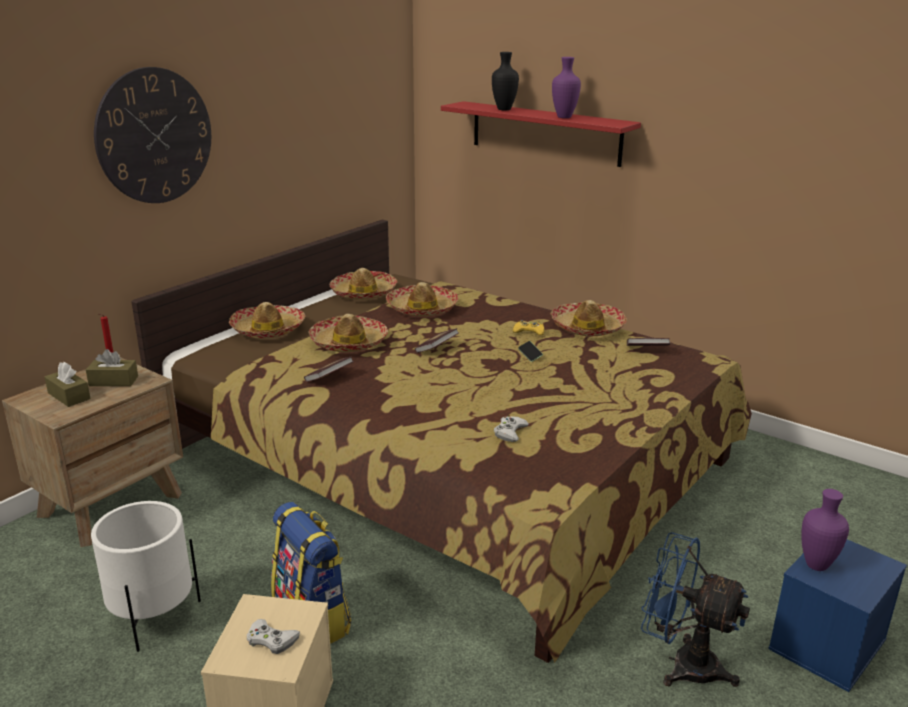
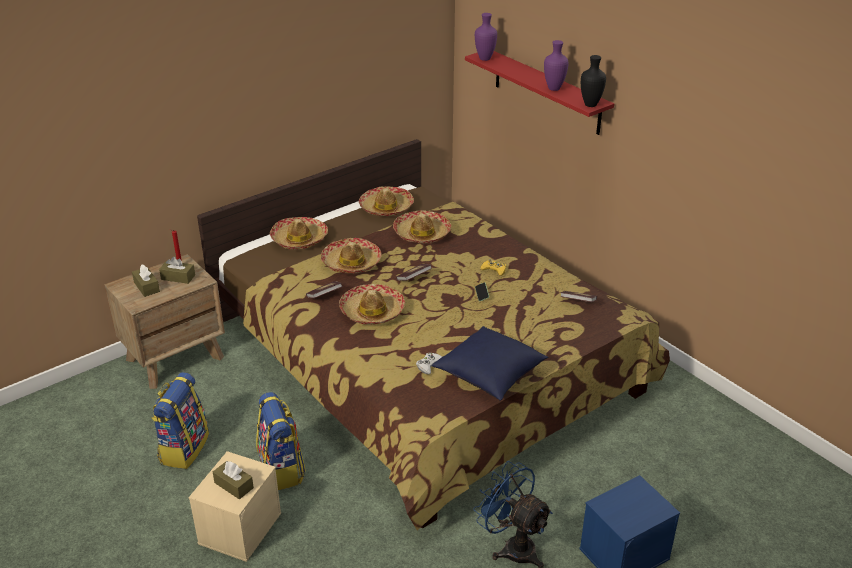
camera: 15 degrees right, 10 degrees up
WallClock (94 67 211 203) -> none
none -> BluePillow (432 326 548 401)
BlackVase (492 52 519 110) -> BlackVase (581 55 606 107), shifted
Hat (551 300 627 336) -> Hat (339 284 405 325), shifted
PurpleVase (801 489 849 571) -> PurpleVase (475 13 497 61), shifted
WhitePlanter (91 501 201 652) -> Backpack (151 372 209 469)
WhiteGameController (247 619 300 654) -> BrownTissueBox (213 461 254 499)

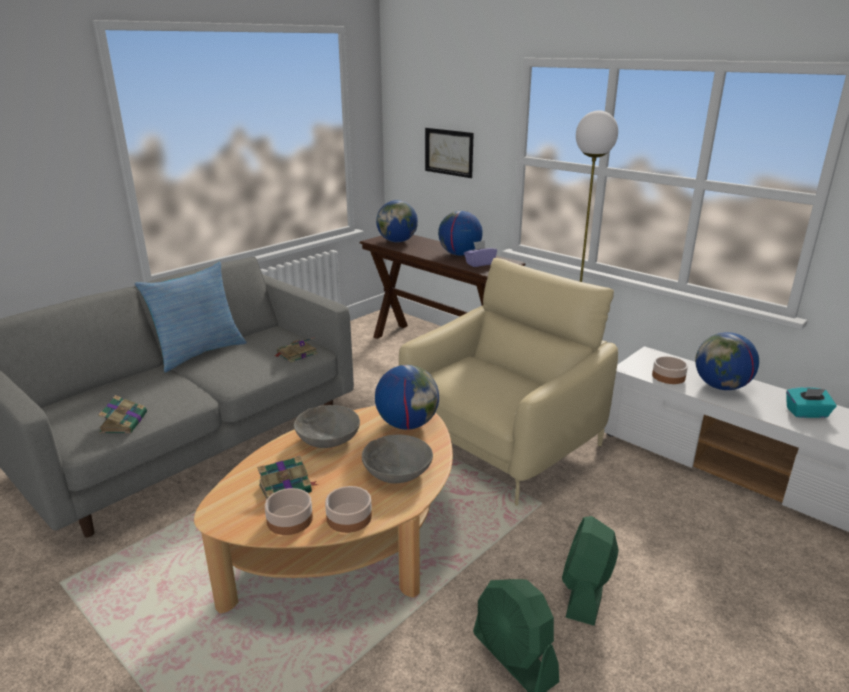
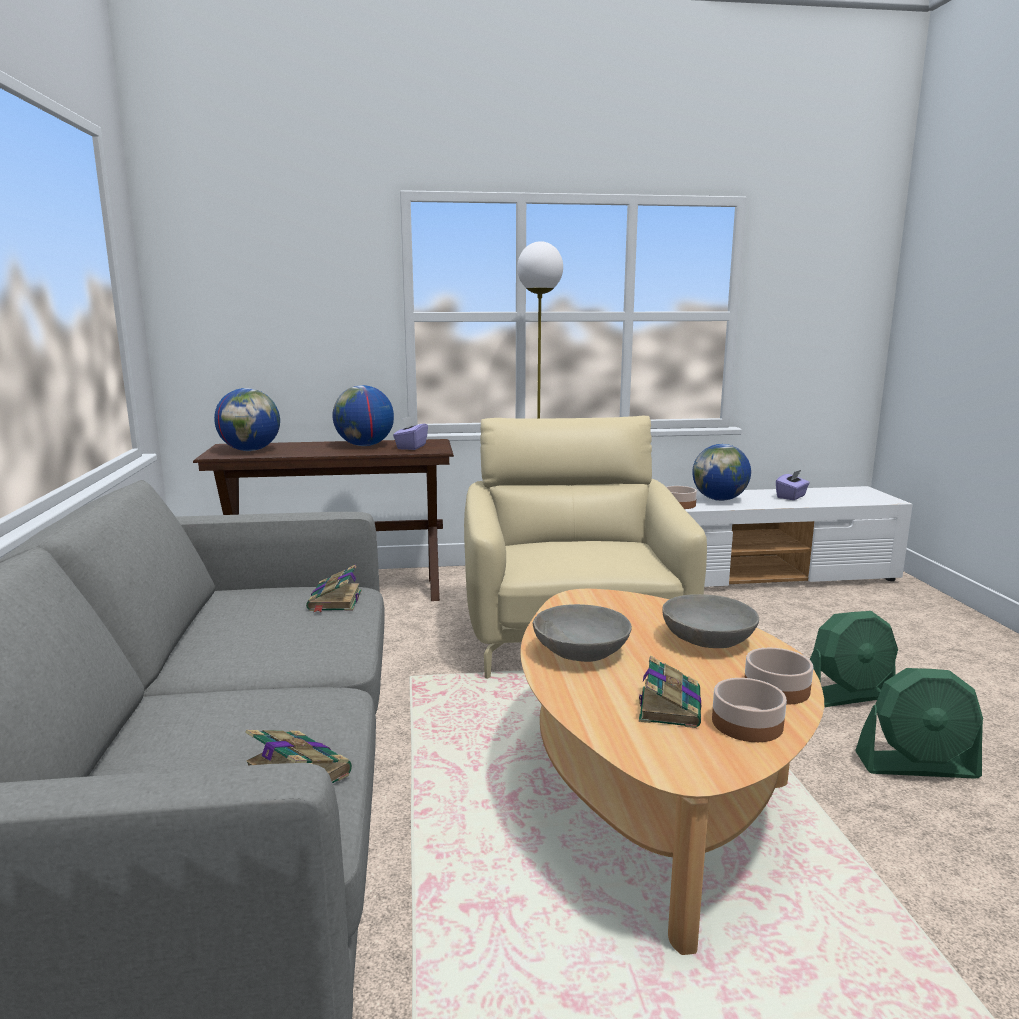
camera: 50 degrees left, 10 degrees down
Pillow (134 262 247 372) -> none
Globe (375 365 439 430) -> none
Picture (425 128 474 178) -> none
TurquoiseTissueBox (786 387 837 418) -> PurpleTissueBox (776 470 810 500)
GreenFan (562 516 619 625) -> GreenFan (809 611 898 707), 75 degrees counterclockwise

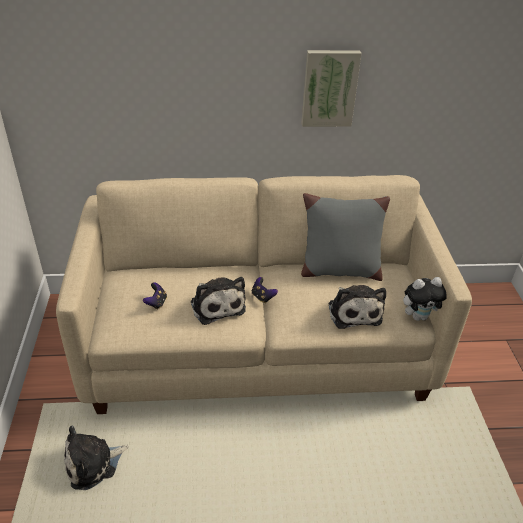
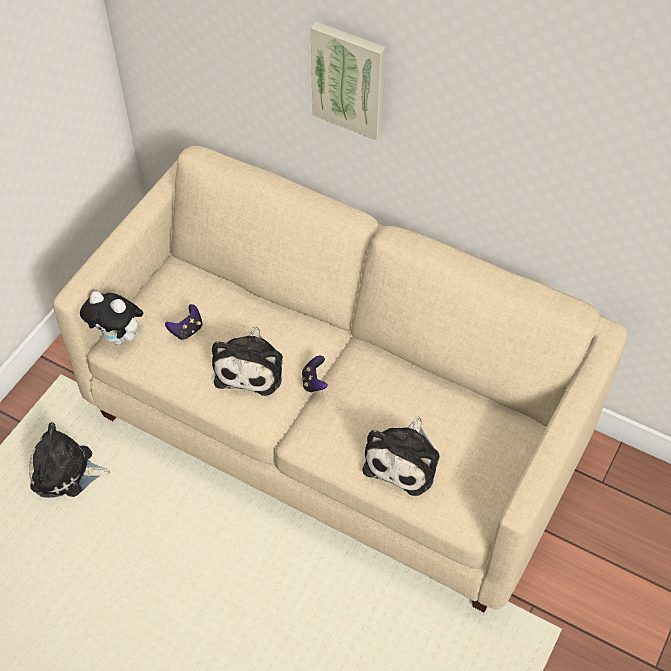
camera: 35 degrees right, 15 degrees up
GreyPillow (301 193 390 281) -> none
Picture (301 50 362 127) -> Picture (311 21 386 141), shifted
PlushToy (403 277 447 321) -> PlushToy (80 291 143 345), shifted

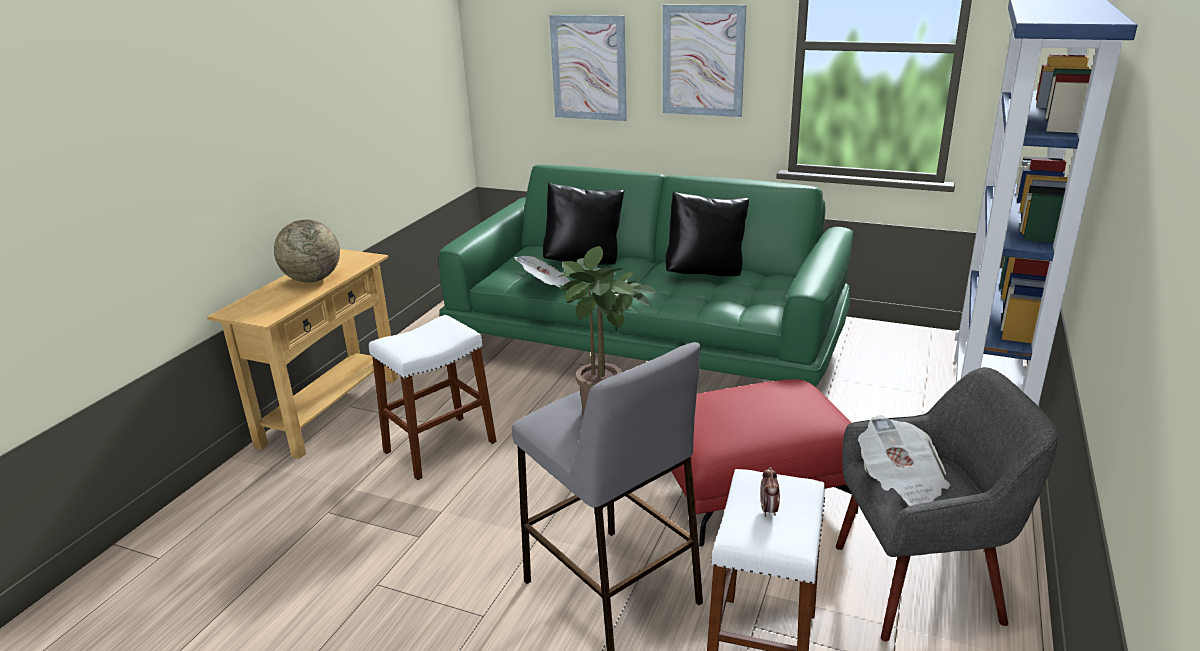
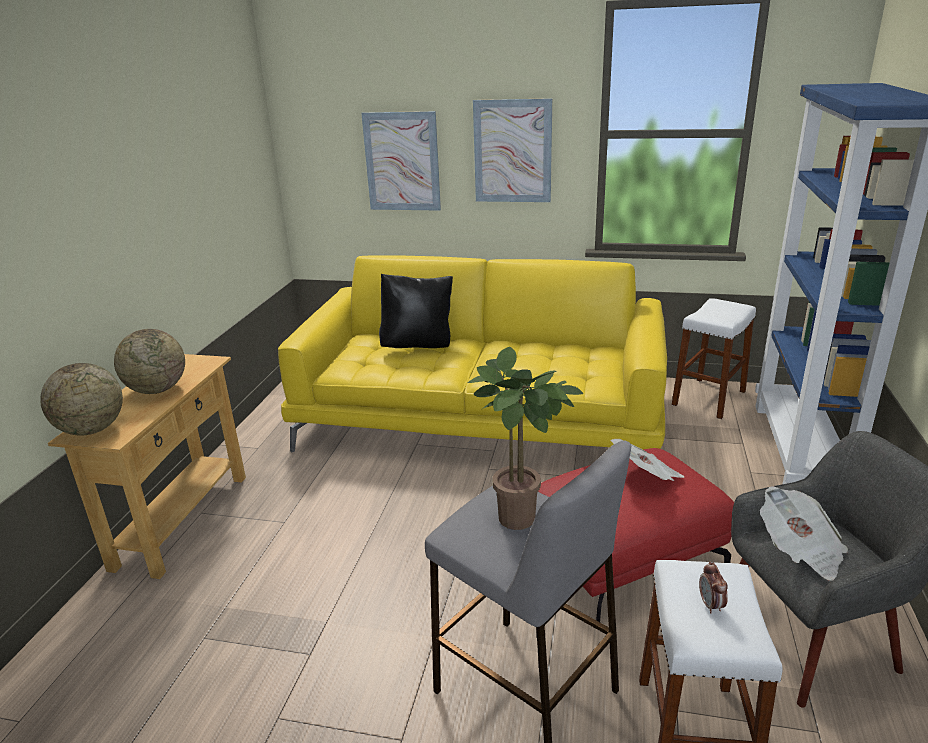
camera: 10 degrees left, 0 degrees up
BlackPillow (665 191 749 276) -> none
none -> Globe (40 363 123 435)
WhiteStool (369 315 497 480) -> WhiteStool (672 298 756 419), shifted
Newspaper (514 256 570 287) -> Newspaper (611 439 684 481), shifted
GreenSofa (439 165 853 386) -> YellowSofa (278 255 667 452)

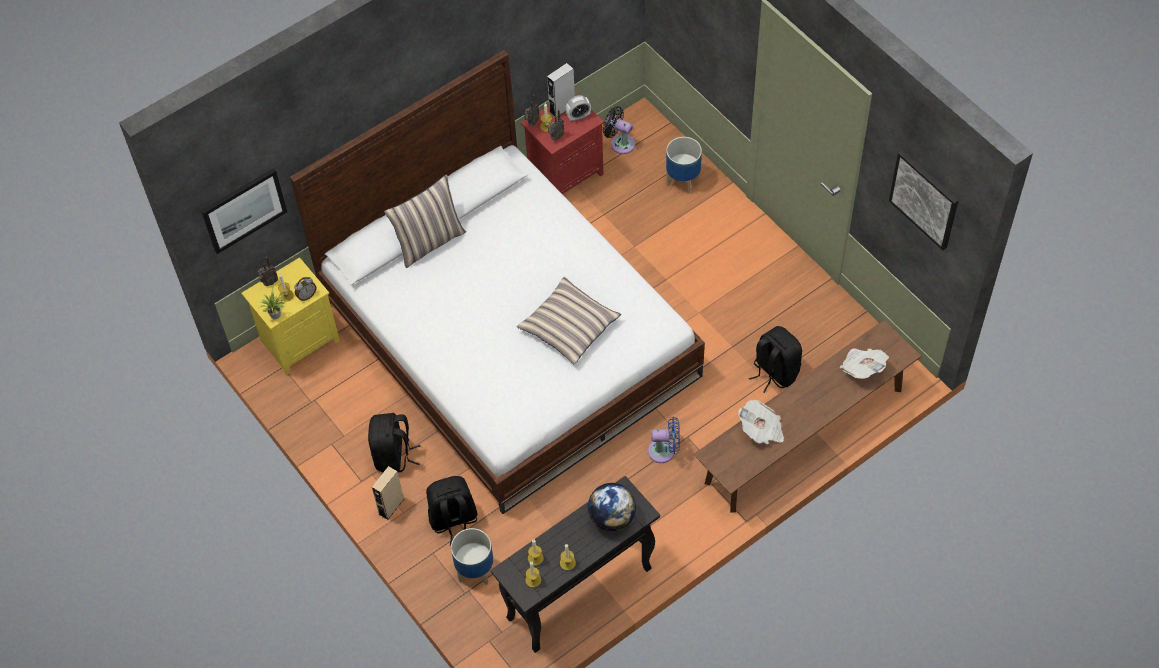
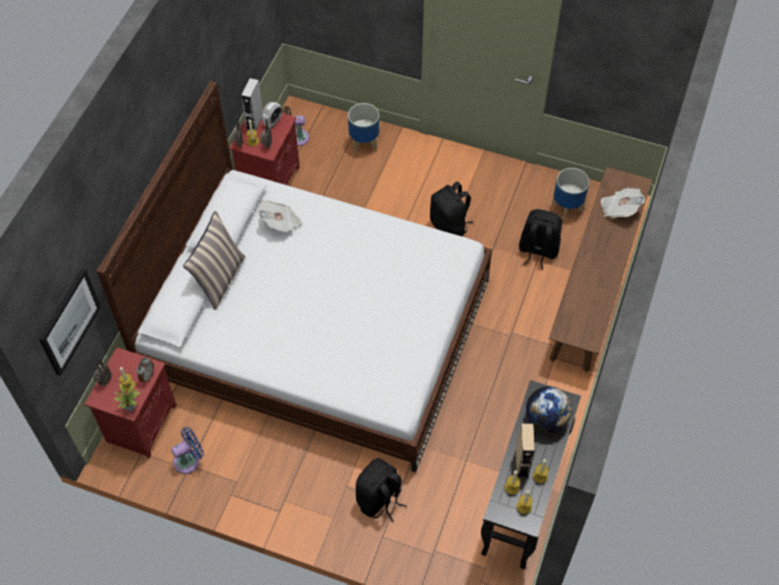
camera: 35 degrees left, 0 degrees up
Pillow (517 277 621 365) -> none
Picture (889 150 959 250) -> none
BlackBackpack (368 413 420 473) -> BlackBackpack (430 181 473 236), shifted
BeigeSpeaker (372 466 404 520) -> BeigeSpeaker (515 423 535 478), shifted
Planter (451 528 493 585) -> Planter (552 168 589 220), shifted
BlueFan (648 417 680 463) -> BlueFan (171 427 204 474), shifted
Newspaper (738 400 784 444) -> Newspaper (257 201 303 232), shifted
YellowNightstand (241 257 340 375) -> RedNightstand (84 347 177 458)

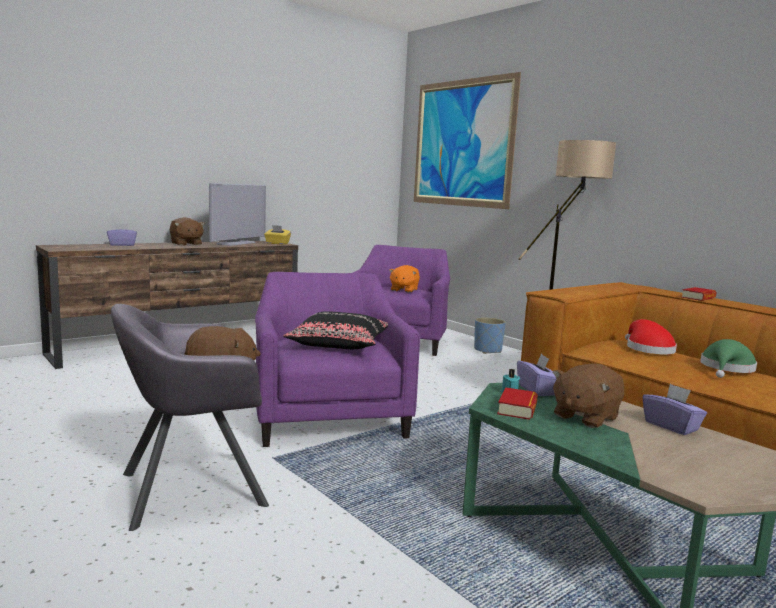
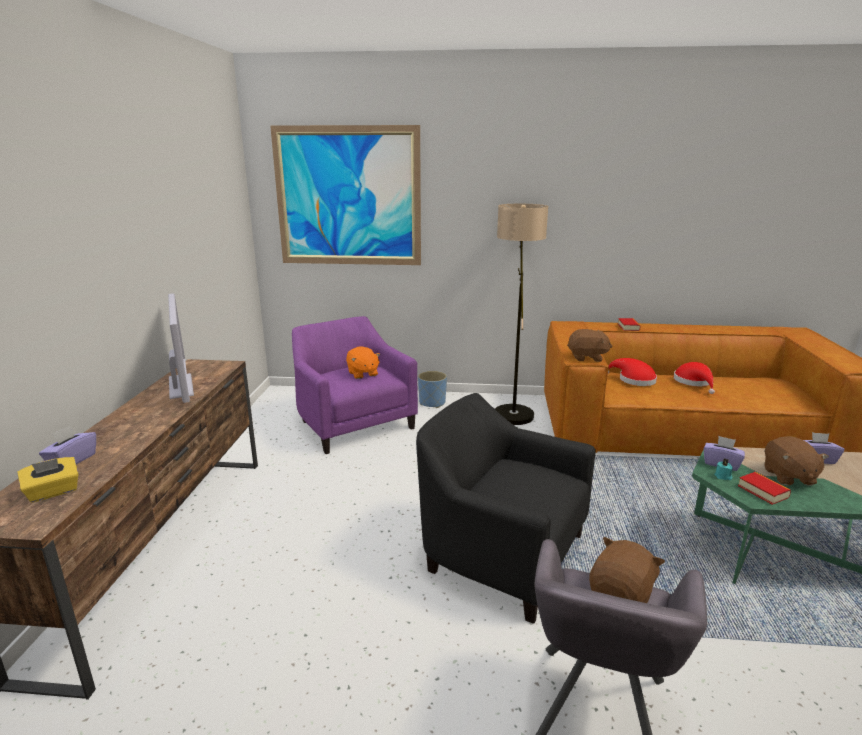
camera: 45 degrees left, 10 degrees up
BlackPillow (283 311 388 349) -> none
BrownPlushToy (170 217 205 246) -> BrownPlushToy (567 329 612 362), shifted
YellowTissueBox (264 225 291 245) -> YellowTissueBox (17 457 79 503), shifted
PurpleArmchair (255 272 421 447) -> BlackArmchair (416 393 596 624)
GreenHat (700 339 757 378) -> RedHat (674 362 715 394)

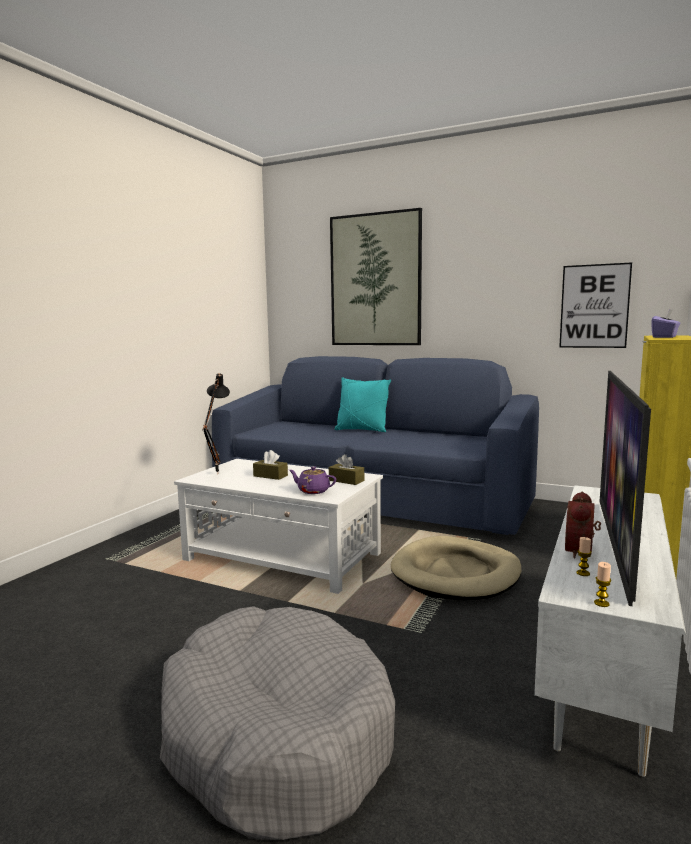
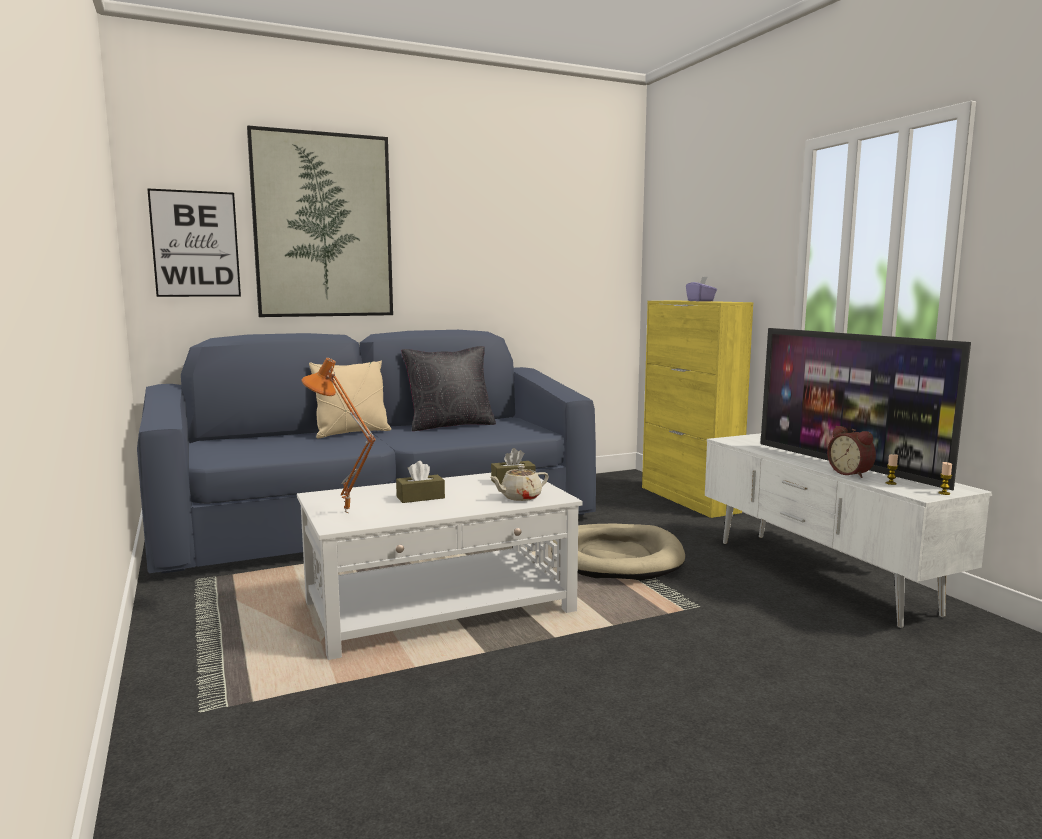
camera: 50 degrees left, 0 degrees up
GreyDogBed (160 606 395 840) -> none
none -> BlackPillow (401 346 496 431)
Picture (559 262 632 348) -> Picture (147 188 241 297), shifted
BlackTableLamp (202 373 230 472) -> OrangeTableLamp (301 358 376 513)
PurpleTeapot (289 466 336 494) -> BeigeTeapot (490 465 549 501)
TurquoisePillow (335 377 391 432) -> BeigePillow (309 361 391 439)

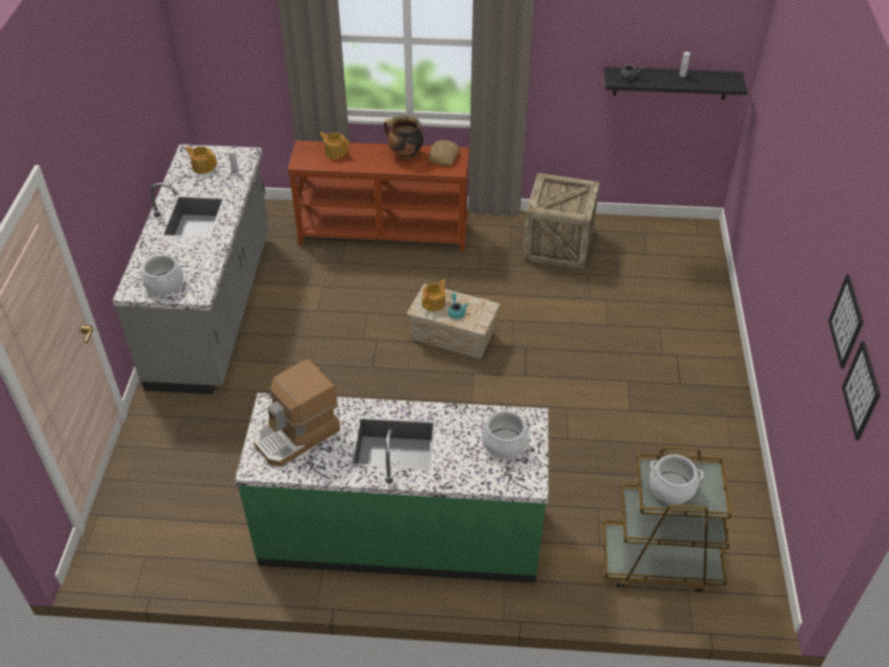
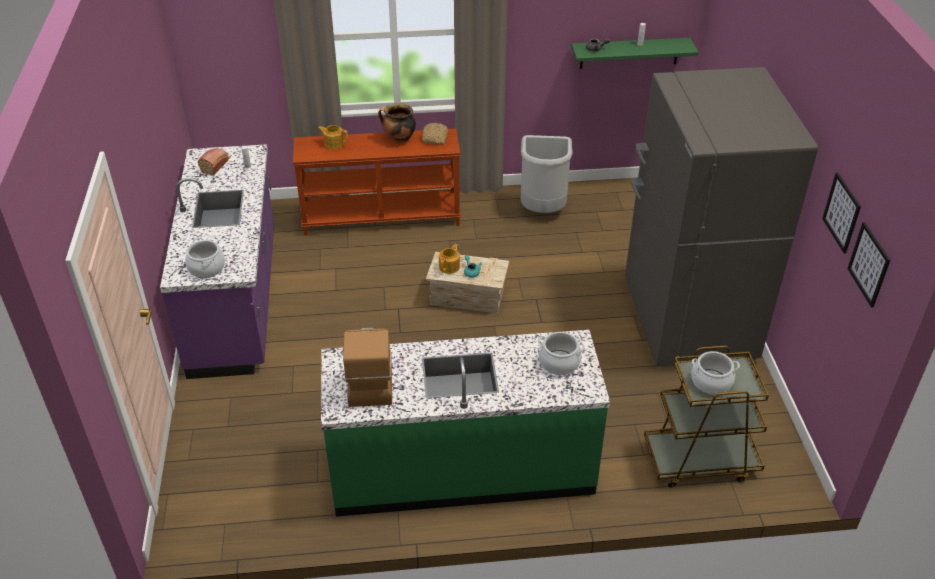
camera: 10 degrees left, 5 degrees down
none -> GreyFridge (625 67 818 367)
Teapot (185 146 217 174) -> Bread (198 148 229 175)
Crate (522 173 600 270) -> GreyTrashCan (521 135 573 213)
GreyCounter (113 144 269 394) -> PurpleCounter (160 144 274 379)
BlackShelf (604 67 747 100) -> GreenShelf (571 38 699 69)
CoffeeMachine (254 359 340 467) -> CoffeeMachine (343 328 392 407), 135 degrees clockwise

